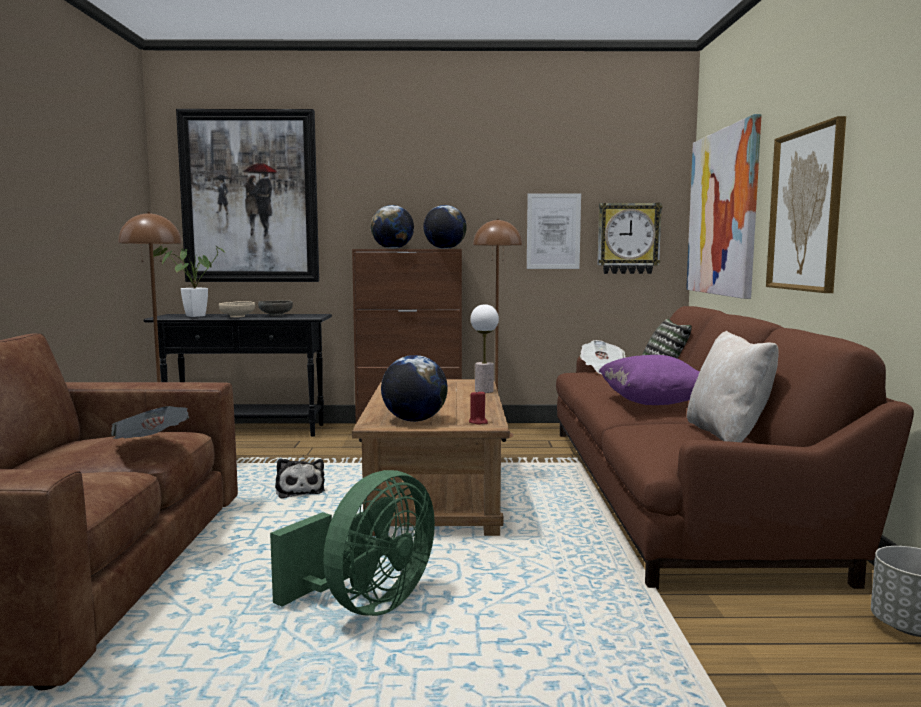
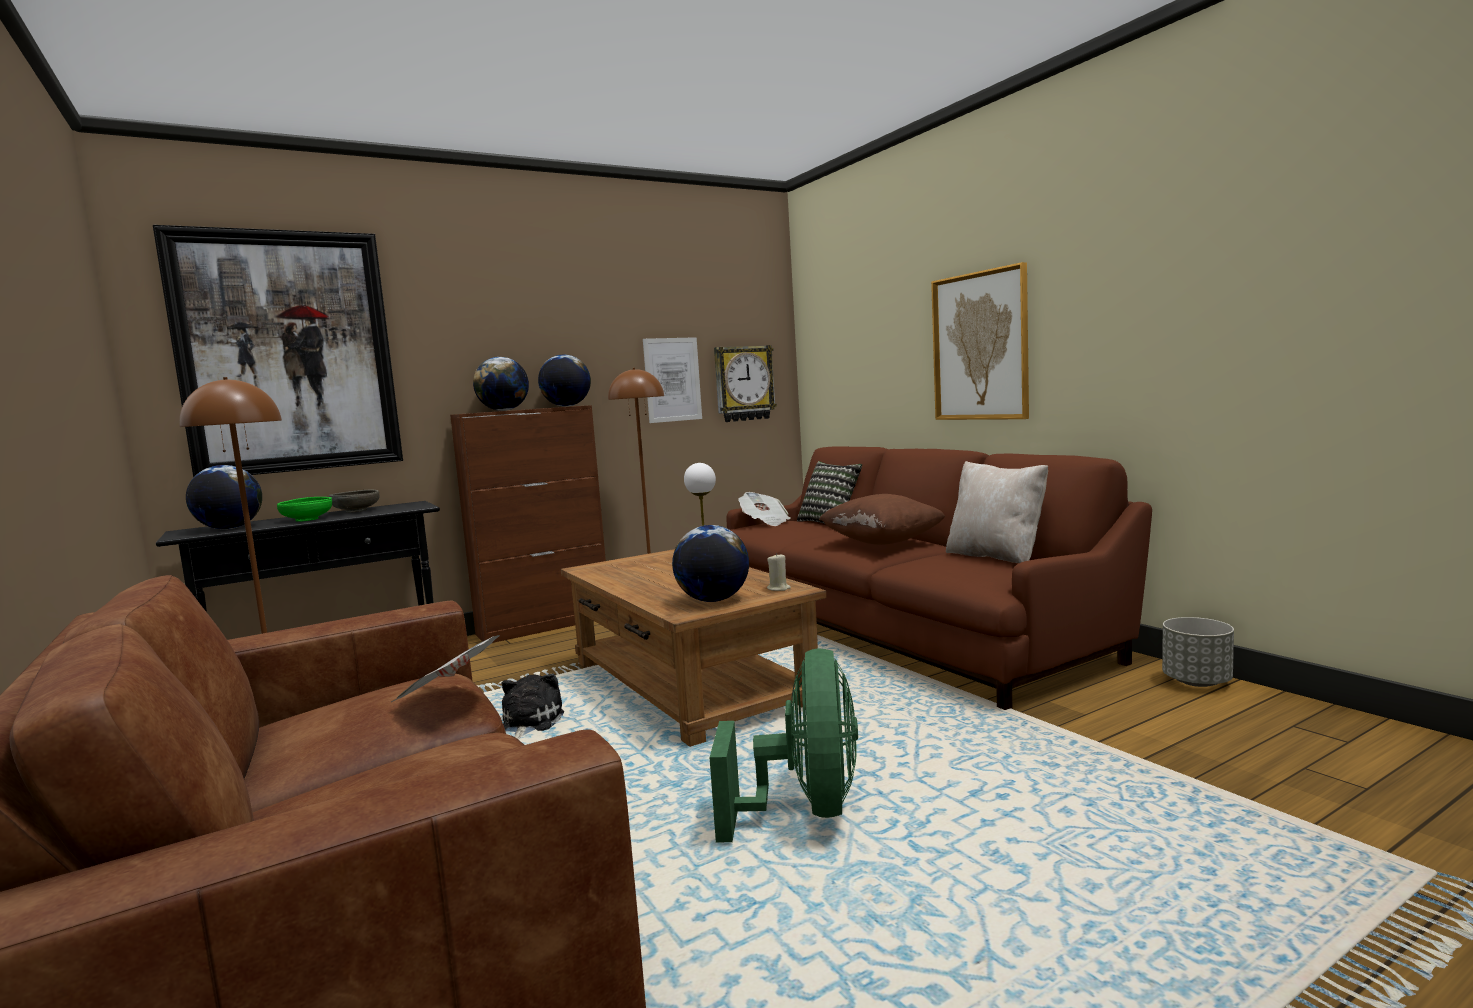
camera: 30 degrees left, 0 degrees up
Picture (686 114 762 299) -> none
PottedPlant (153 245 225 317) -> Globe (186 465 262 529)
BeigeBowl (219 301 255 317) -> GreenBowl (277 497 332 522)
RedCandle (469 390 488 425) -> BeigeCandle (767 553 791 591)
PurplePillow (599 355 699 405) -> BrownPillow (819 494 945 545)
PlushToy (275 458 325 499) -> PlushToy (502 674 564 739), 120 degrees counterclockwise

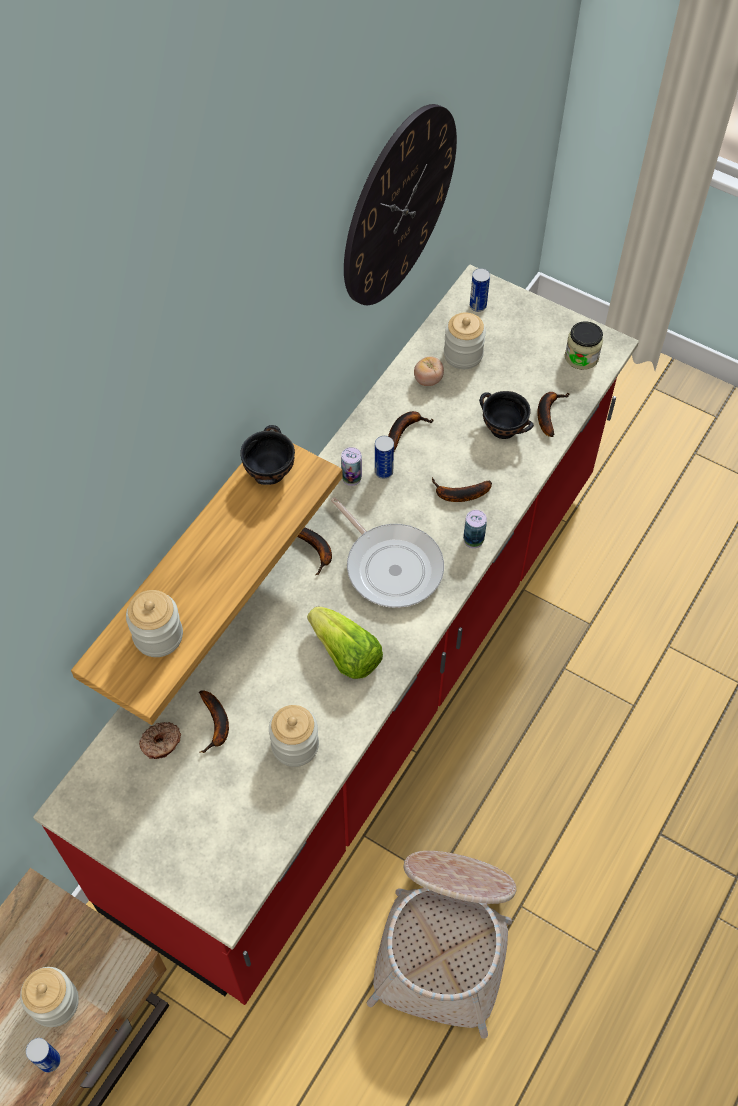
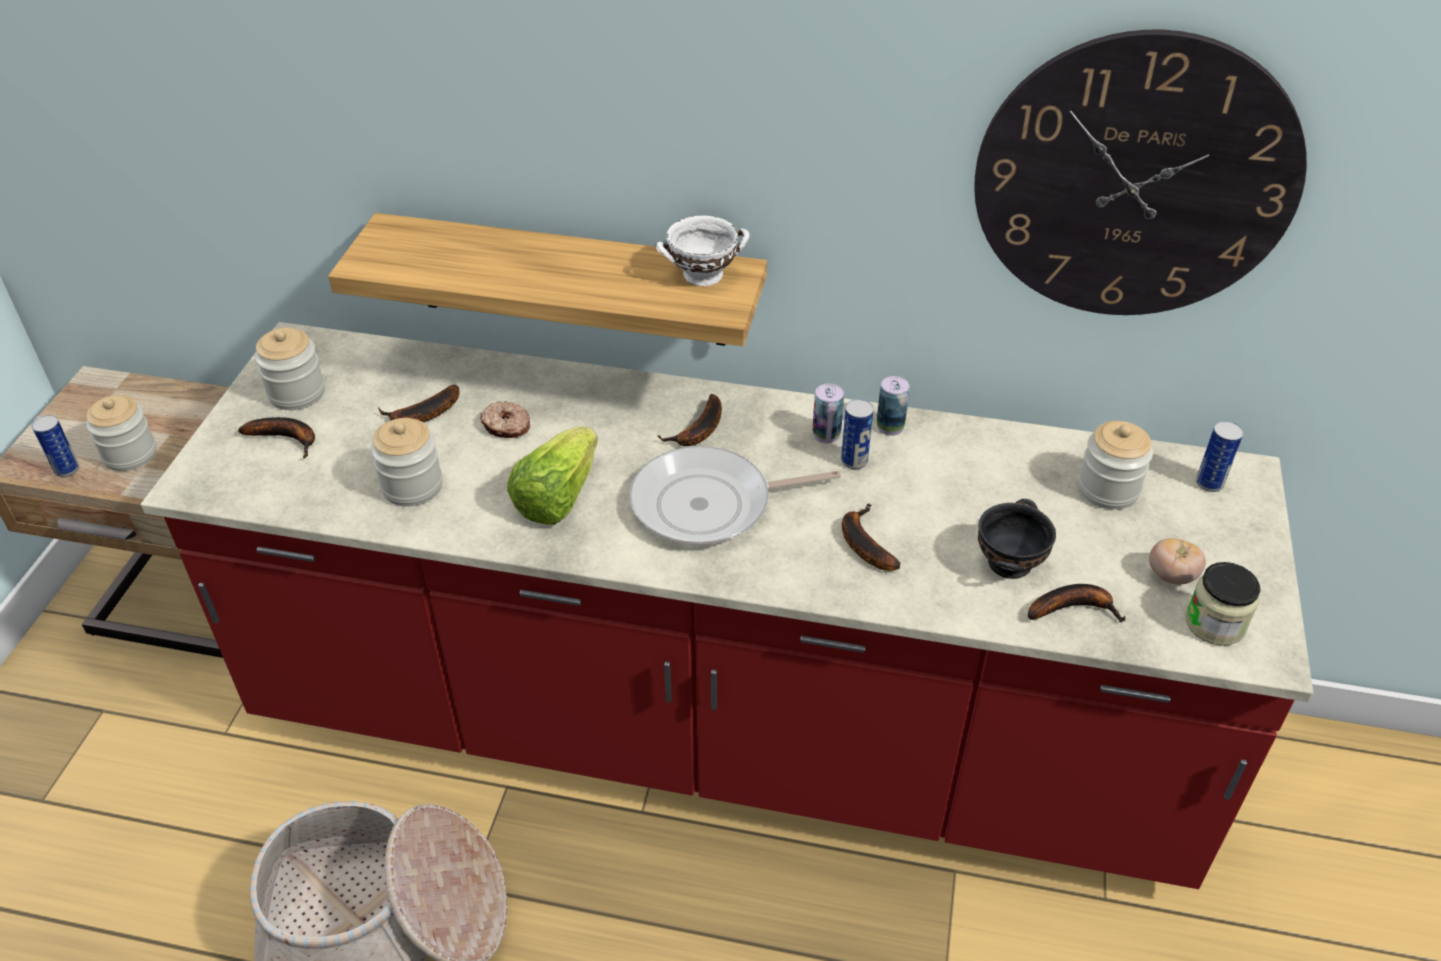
camera: 70 degrees right, 15 degrees down
Jar (126 590 183 657) -> Jar (255 328 325 410), shifted
Donut (139 722 181 759) -> Donut (480 401 530 438), shifted
Banana (388 411 433 451) -> Banana (238 417 315 458), shifted
Tomato (414 356 444 386) -> Tomato (1149 538 1206 585), shifted
Can (463 510 487 548) -> Can (877 376 909 436), shifted
BlackBowl (240 425 295 485) -> WhiteBowl (656 216 750 286)
FryingPan (331 497 444 608) -> FryingPan (630 446 841 545), 45 degrees clockwise

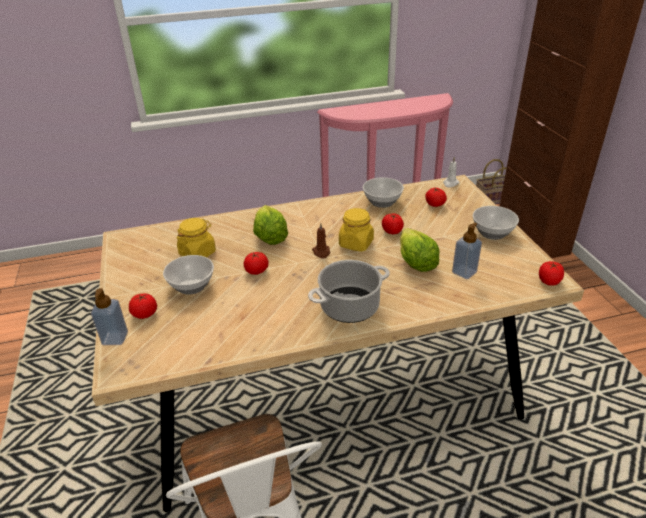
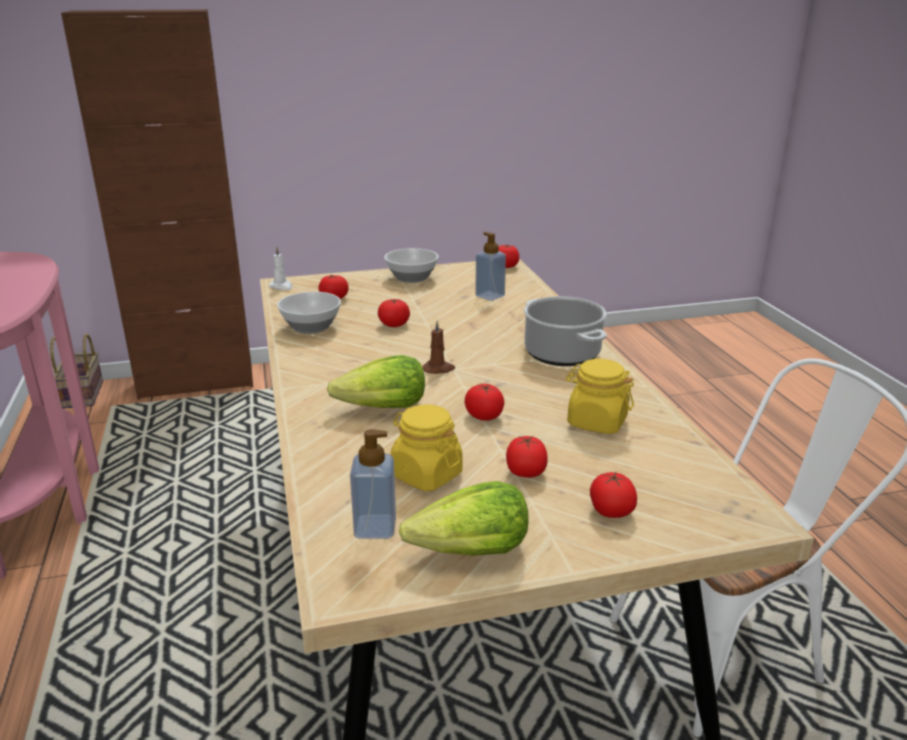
camera: 90 degrees left, 10 degrees down
SoapDispenser (91 288 128 345) -> SoapDispenser (350 429 396 539), shifted
YellowJar (339 208 374 252) -> YellowJar (565 359 634 434), shifted
Lettuce (400 228 440 272) -> Lettuce (399 481 529 556), shifted
Bowl (163 255 214 295) -> Tomato (506 436 548 478)

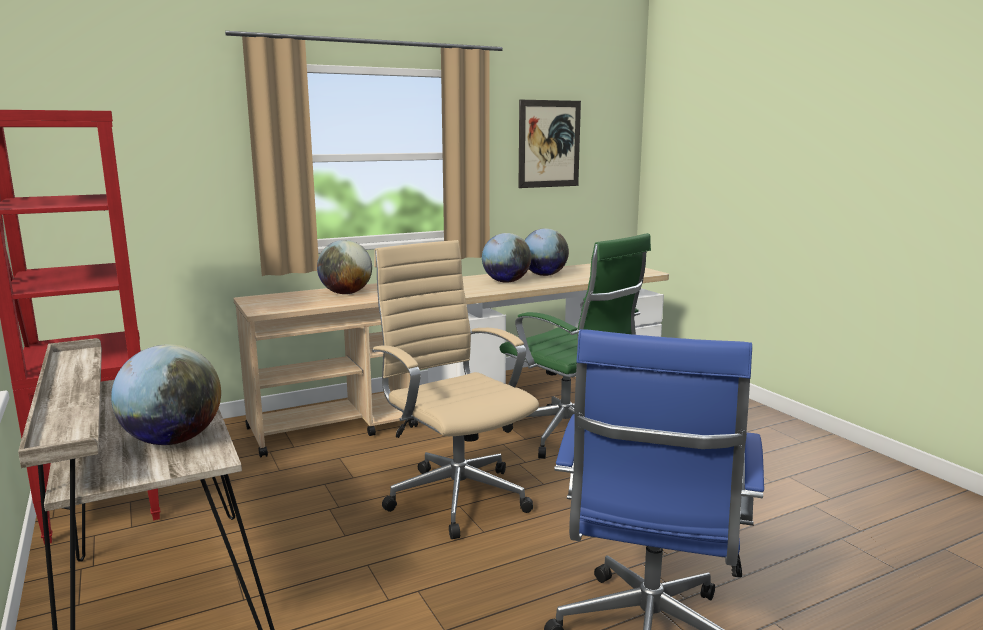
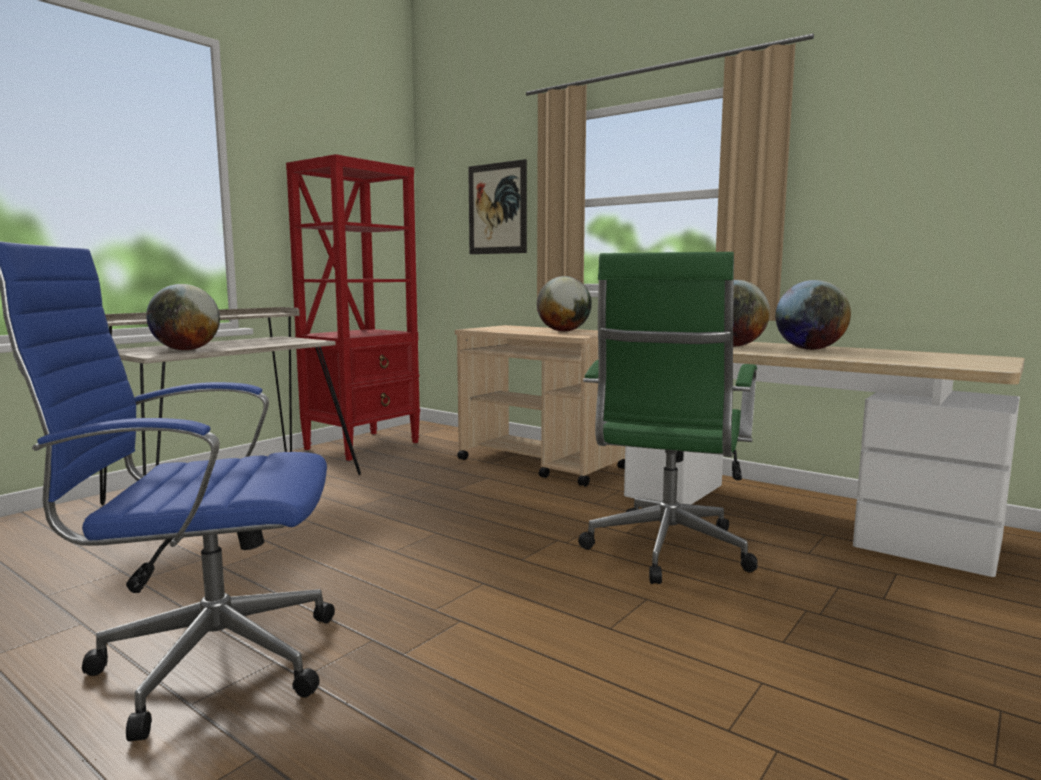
camera: 65 degrees right, 5 degrees down
BeigeOfficeChair (372 240 539 539) -> none
Picture (518 100 581 188) -> Picture (468 159 527 254), shifted

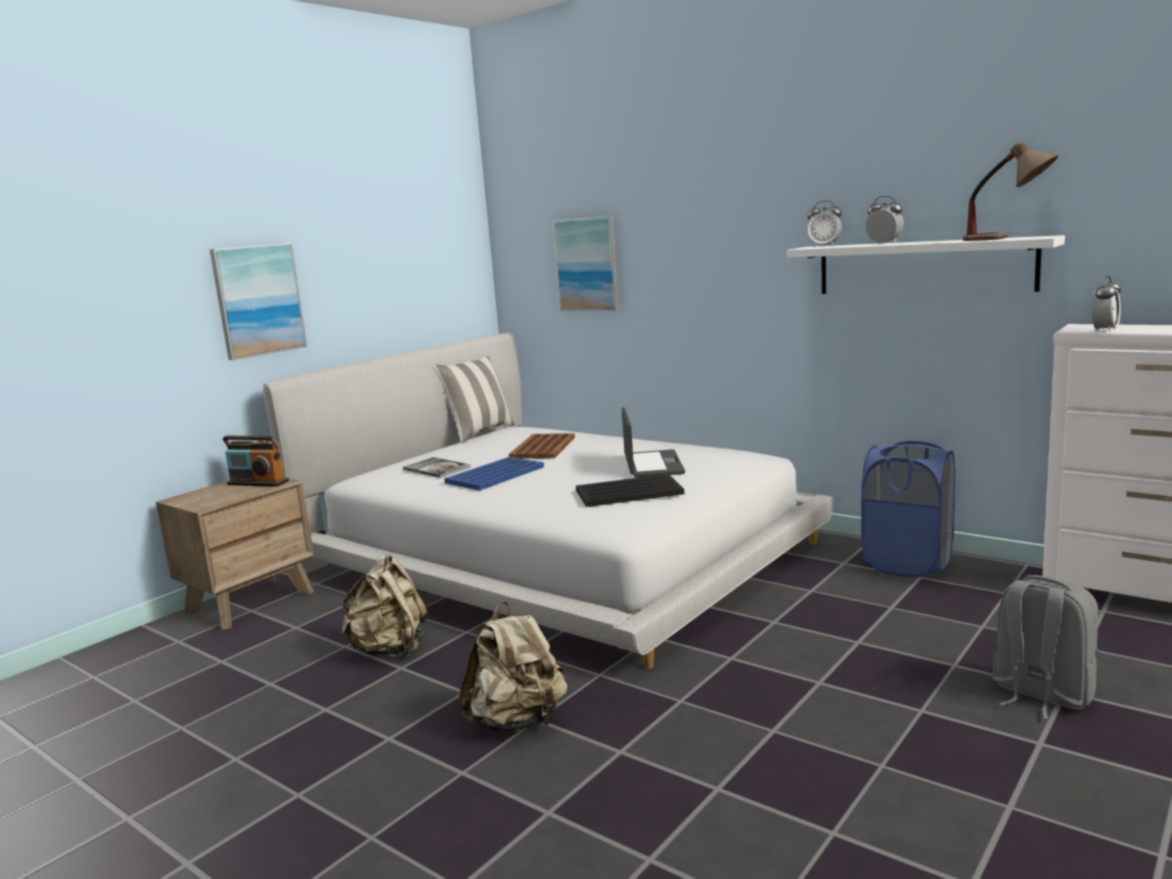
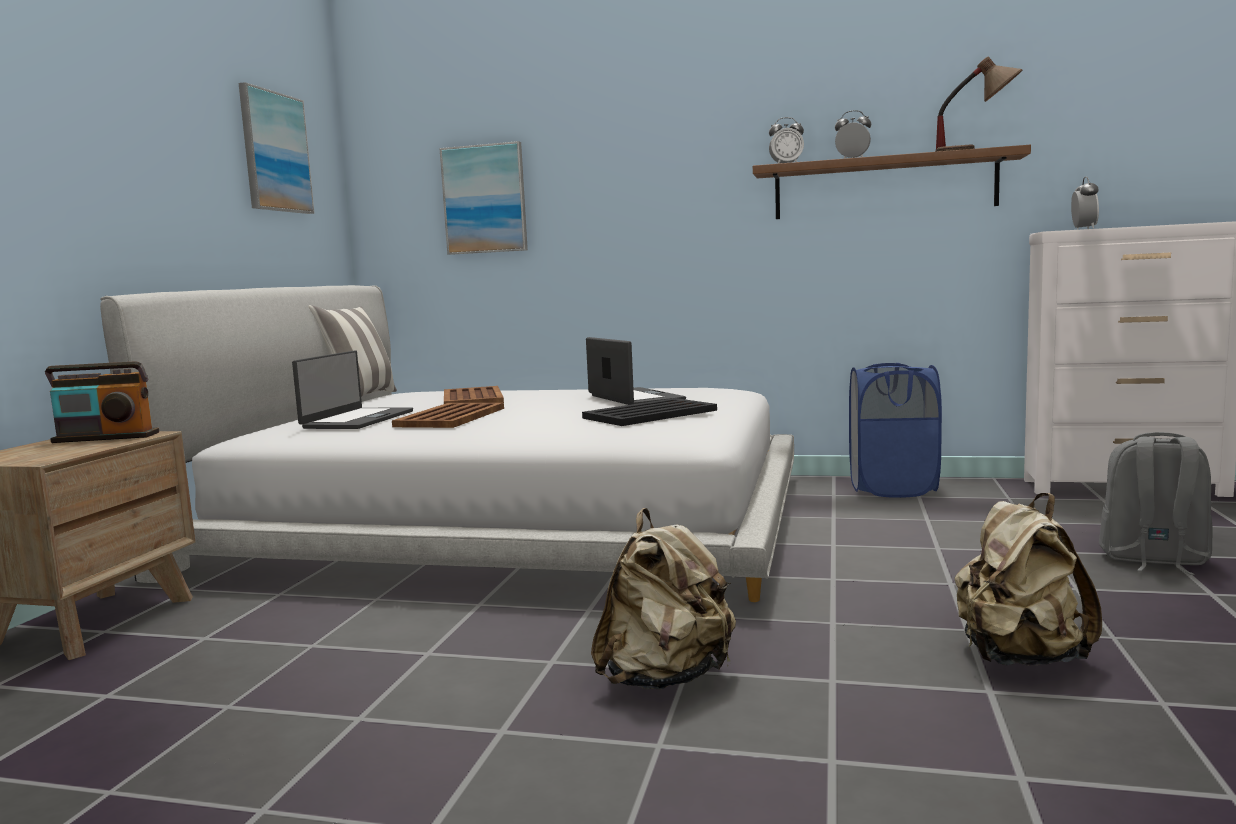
camera: 25 degrees left, 5 degrees down
Picture (210 243 307 360) -> Picture (238 82 314 214), shifted
BeigeBackpack (340 555 427 657) -> BeigeBackpack (954 493 1102 666), shifted
Book (403 457 471 478) -> Laptop (292 350 413 429)
BlueTray (445 457 544 491) -> BrownTray (392 403 504 428)
WhiteShelf (787 235 1065 294) -> BrownShelf (753 145 1031 219)

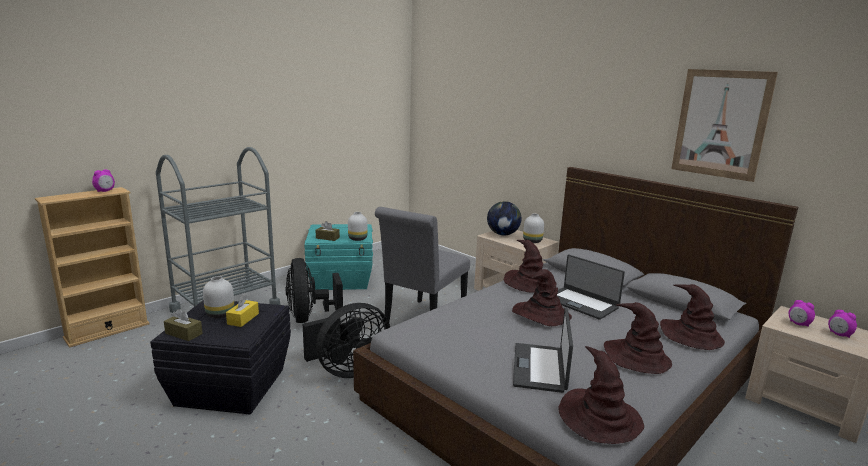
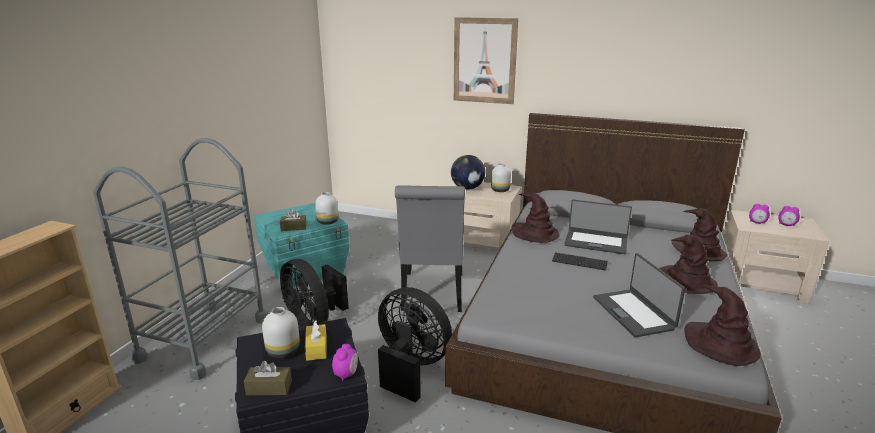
camera: 25 degrees left, 5 degrees up
AlarmClock (92 169 115 192) -> AlarmClock (332 344 358 380), shifted
Picture (671 69 778 182) -> Picture (454 17 518 104), shifted
BrownHat (512 269 572 326) -> Keyboard (552 253 608 270)
BlackFan (303 303 390 378) -> BlackFan (378 287 452 403), 90 degrees counterclockwise

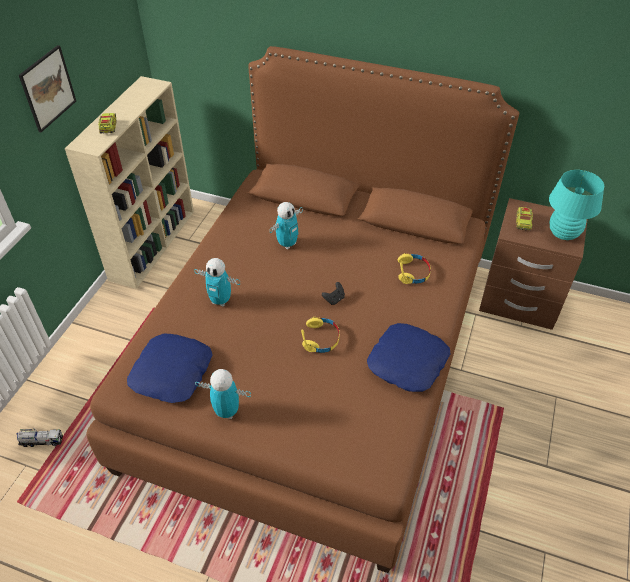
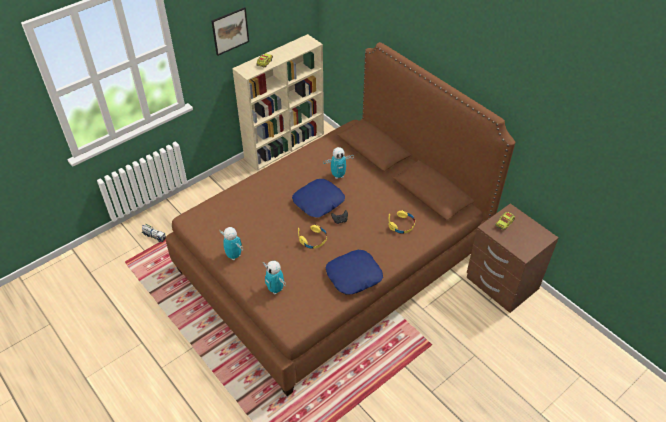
camera: 30 degrees right, 0 degrees up
TurquoiseTableLamp (549 170 604 240) -> none
BluePillow (127 334 212 403) -> BluePillow (292 179 345 218), shifted
ToyRobot (194 258 240 307) -> ToyRobot (263 261 286 294), shifted

